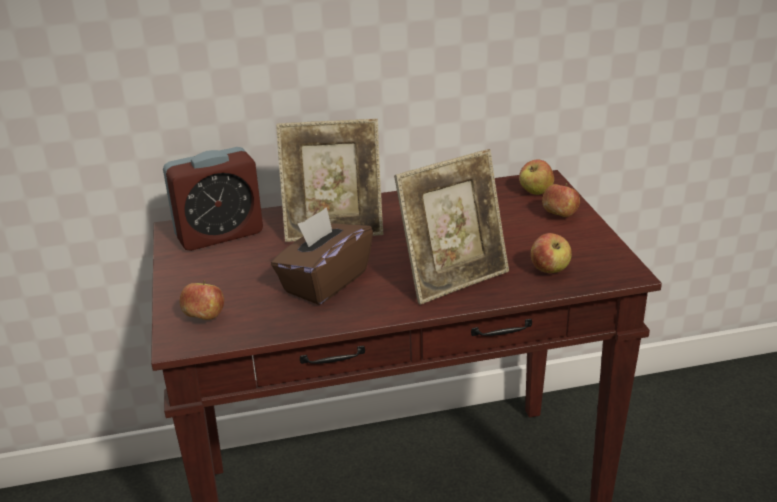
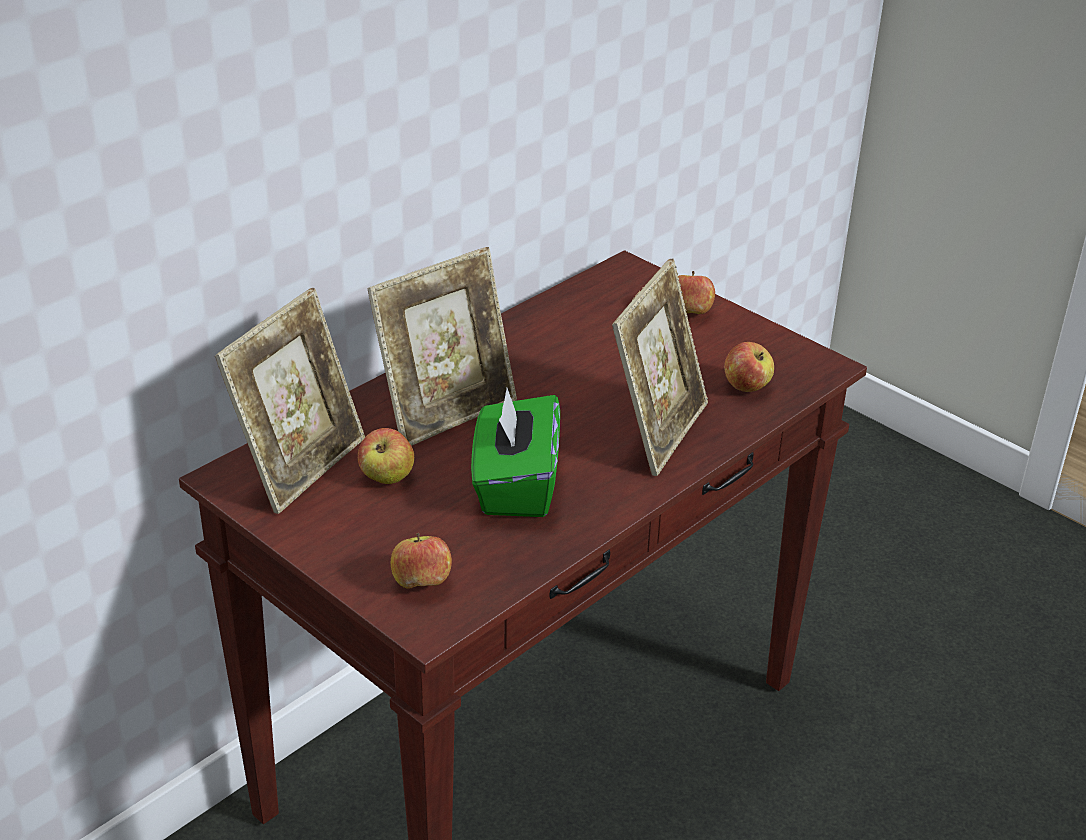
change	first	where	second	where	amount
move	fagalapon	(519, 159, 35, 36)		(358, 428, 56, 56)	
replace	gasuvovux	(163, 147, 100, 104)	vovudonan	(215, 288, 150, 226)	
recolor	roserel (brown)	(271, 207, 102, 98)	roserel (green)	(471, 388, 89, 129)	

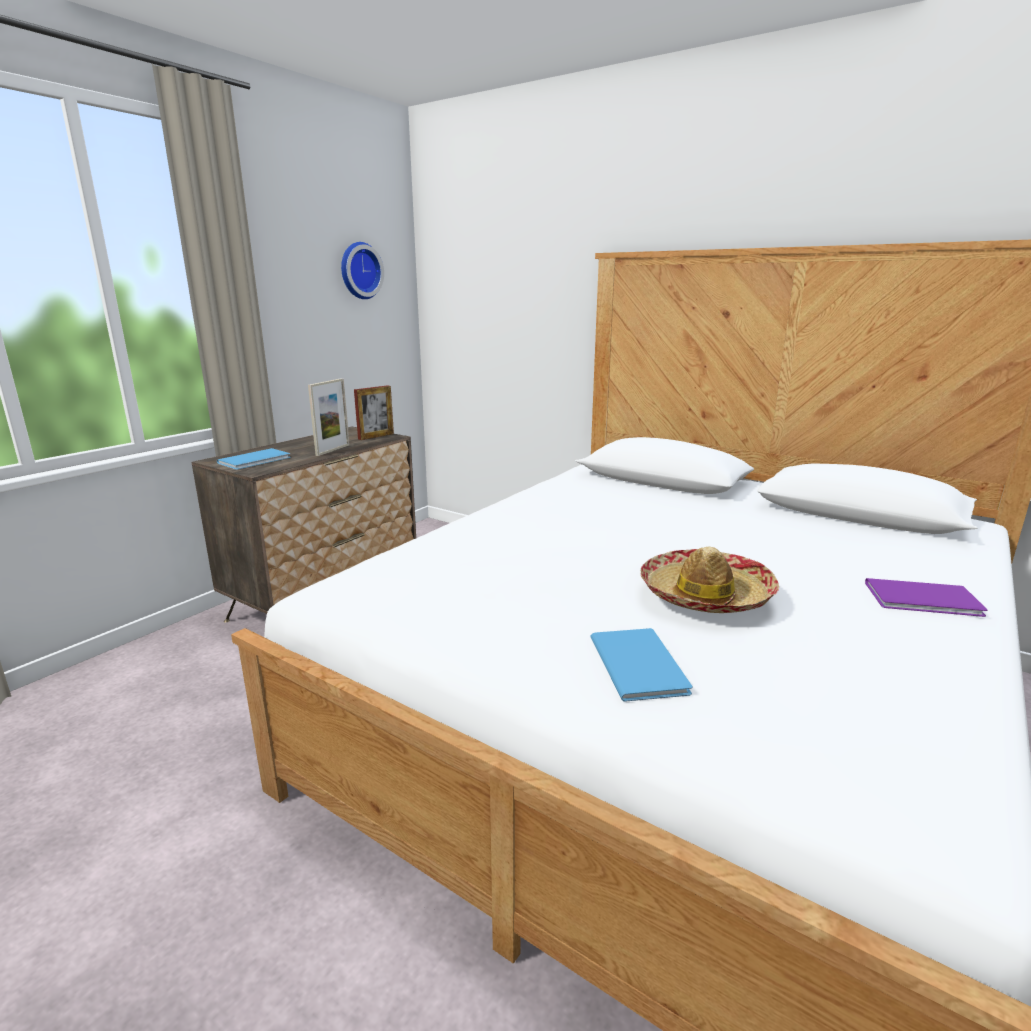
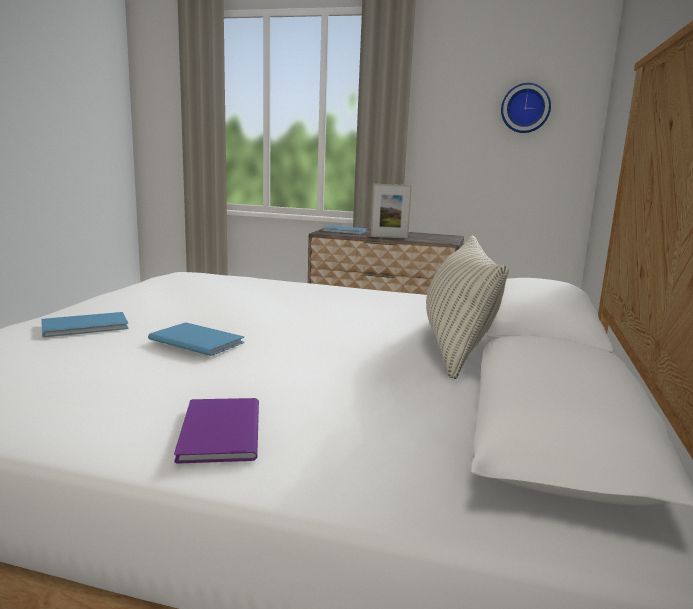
change	first	where	second	where	amount
delete	vovudonan	(354, 385, 40, 55)			
insert			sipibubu	(426, 235, 83, 144)	
replace	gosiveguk	(641, 547, 138, 66)	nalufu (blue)	(148, 323, 96, 33)	

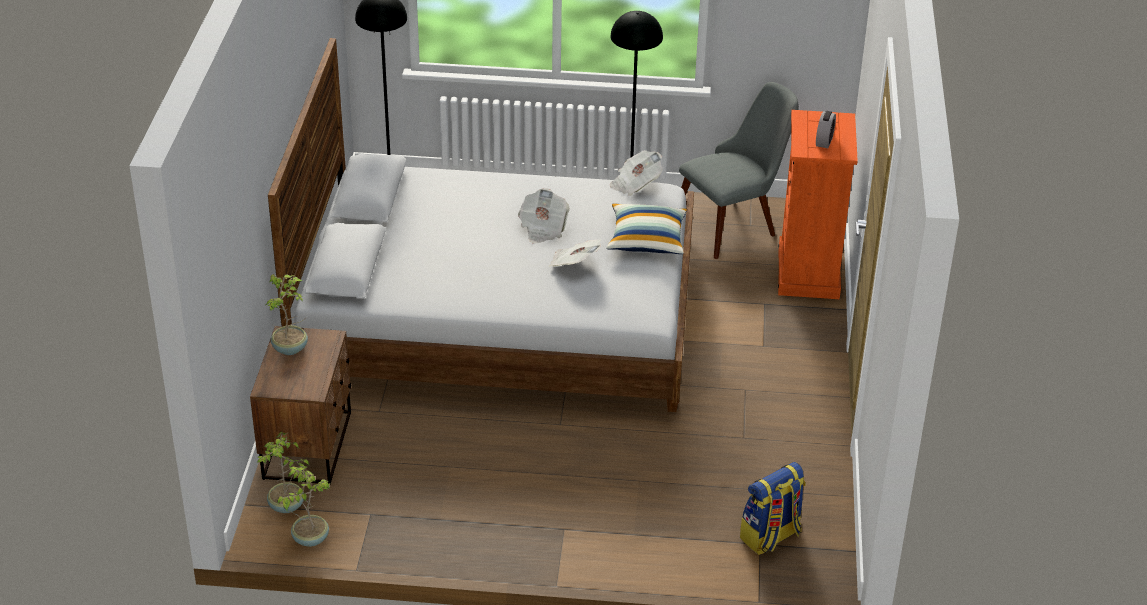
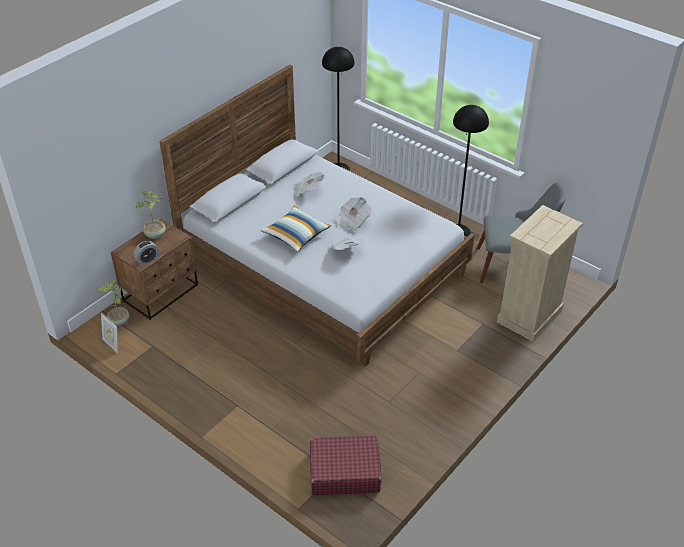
change	first	where	second	where	amount
move	sipibubu	(606, 203, 81, 51)		(260, 206, 71, 46)	
move	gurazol	(610, 150, 53, 46)		(293, 172, 32, 24)	
move	gasuvovux	(816, 111, 20, 37)		(134, 241, 25, 24)	
replace	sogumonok	(277, 466, 53, 81)	vovudonan	(101, 313, 17, 40)	
replace	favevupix	(740, 462, 66, 93)	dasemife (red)	(310, 436, 72, 59)	
recolor	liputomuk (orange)	(778, 110, 80, 189)	liputomuk (beige)	(497, 205, 86, 137)	

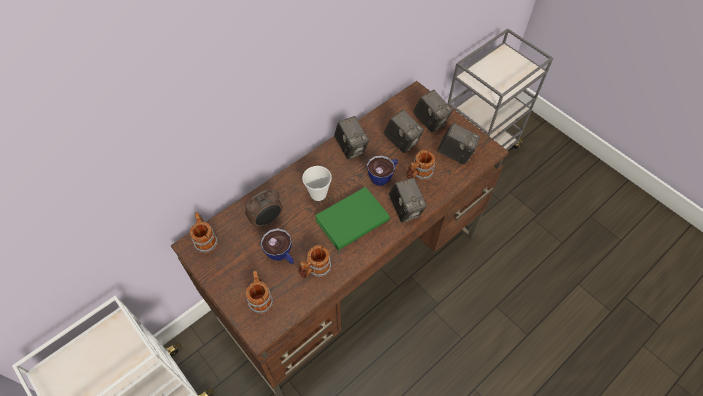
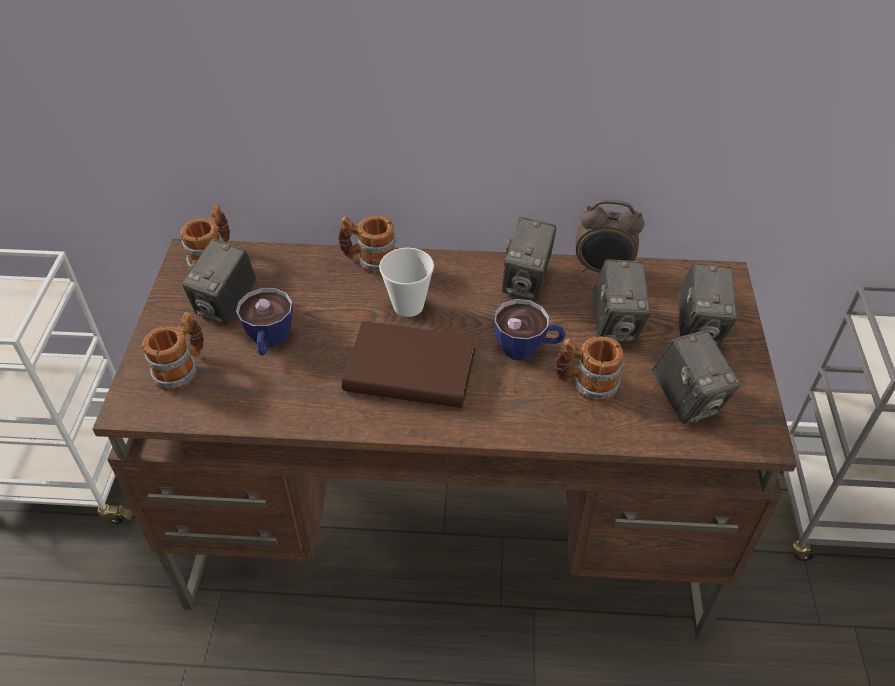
change	first	where	second	where	amount
move	gasuvovux	(245, 189, 38, 40)		(575, 200, 70, 73)	
move	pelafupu	(299, 245, 32, 33)		(338, 216, 59, 58)	
move	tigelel	(389, 177, 38, 46)		(182, 238, 74, 87)	
recolor	nalufu (green)	(315, 187, 75, 63)	nalufu (brown)	(342, 321, 134, 87)	

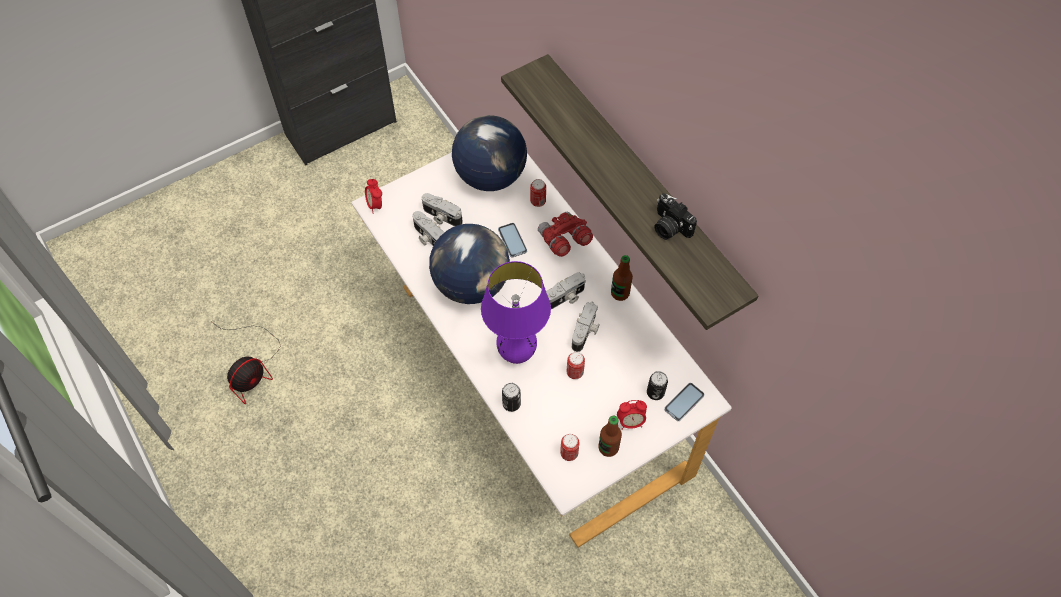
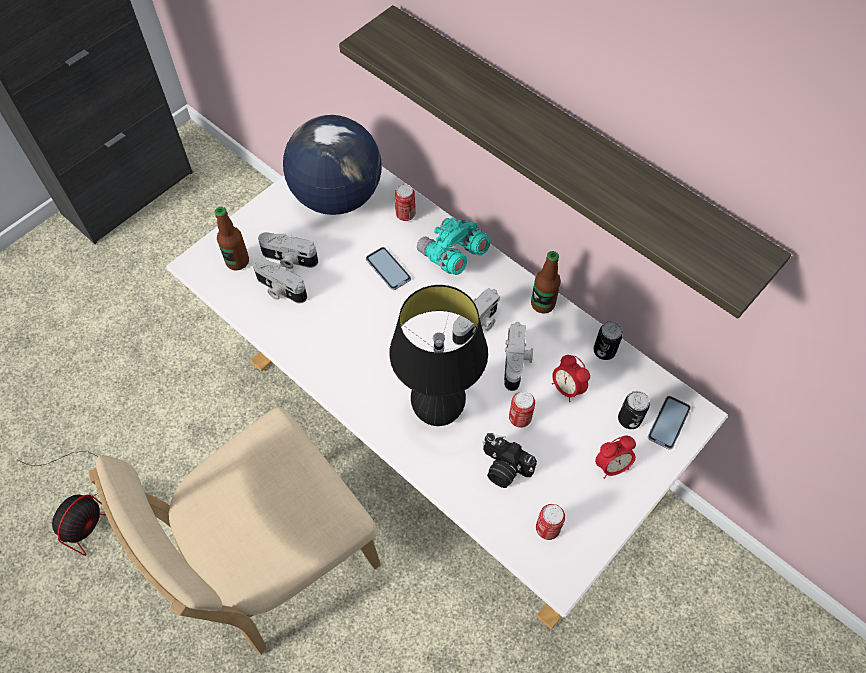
change	first	where	second	where	amount
delete	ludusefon	(429, 224, 81, 80)			
insert			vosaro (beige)	(89, 407, 292, 248)	
move	gasuvovux	(365, 179, 17, 32)		(552, 355, 38, 47)	
move	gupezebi	(502, 383, 19, 29)		(593, 321, 30, 39)	
move	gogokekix	(598, 416, 24, 41)		(215, 207, 34, 63)	
move	tigelel	(654, 193, 43, 47)		(482, 433, 55, 55)	
recolor	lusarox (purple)	(481, 261, 70, 103)	lusarox (black)	(389, 285, 99, 141)	
recolor	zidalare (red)	(538, 212, 55, 45)	zidalare (turquoise)	(417, 217, 73, 58)	

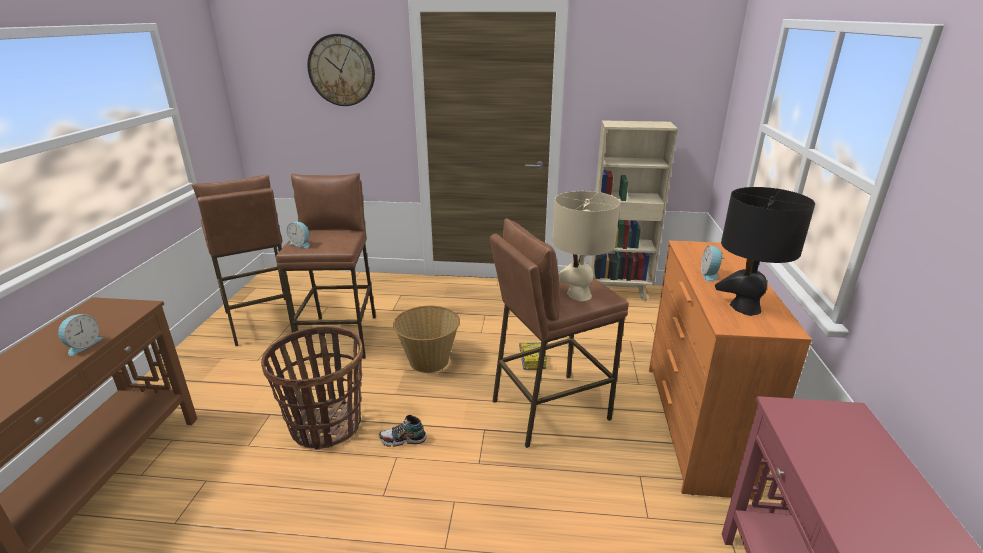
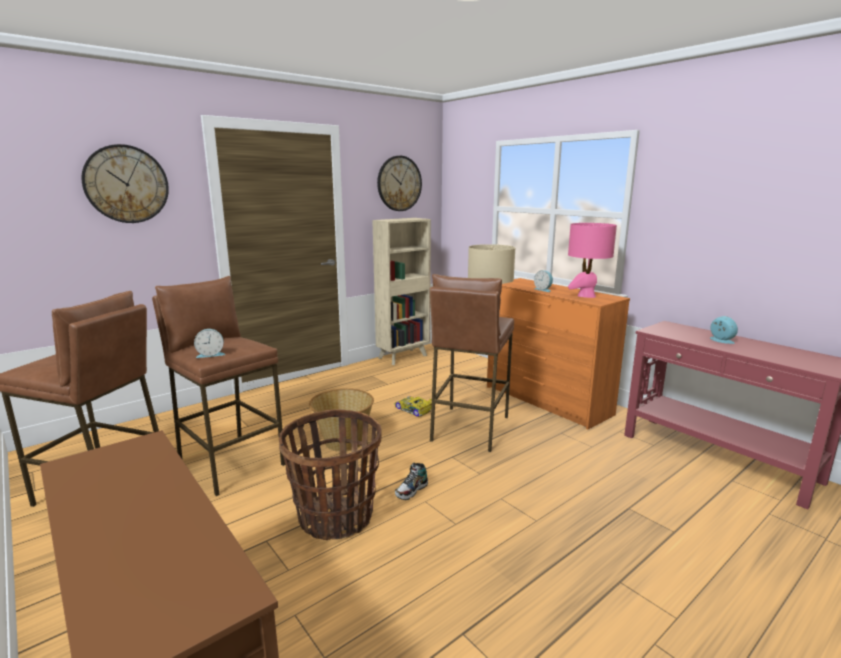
change	first	where	second	where	amount
insert			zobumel	(377, 156, 45, 55)	
move	gasuvovux	(58, 314, 45, 42)		(710, 316, 28, 28)	
recolor	lusarox (black)	(715, 187, 100, 129)	lusarox (pink)	(568, 223, 49, 75)	

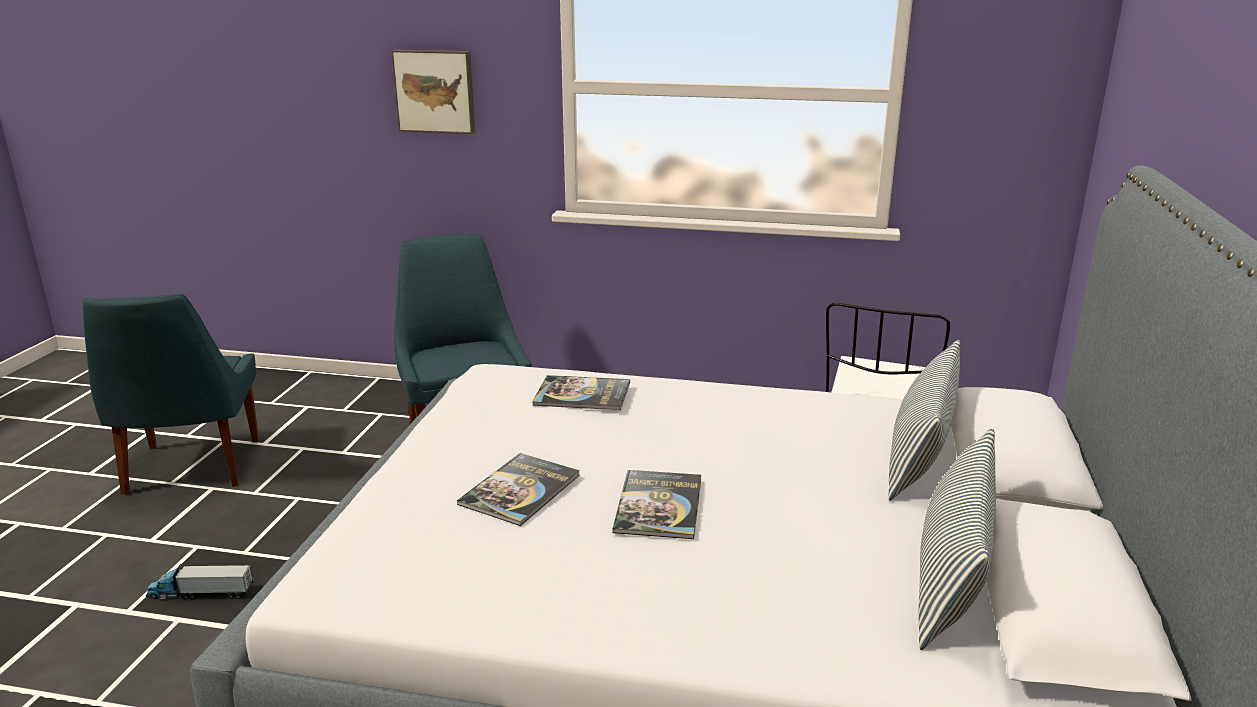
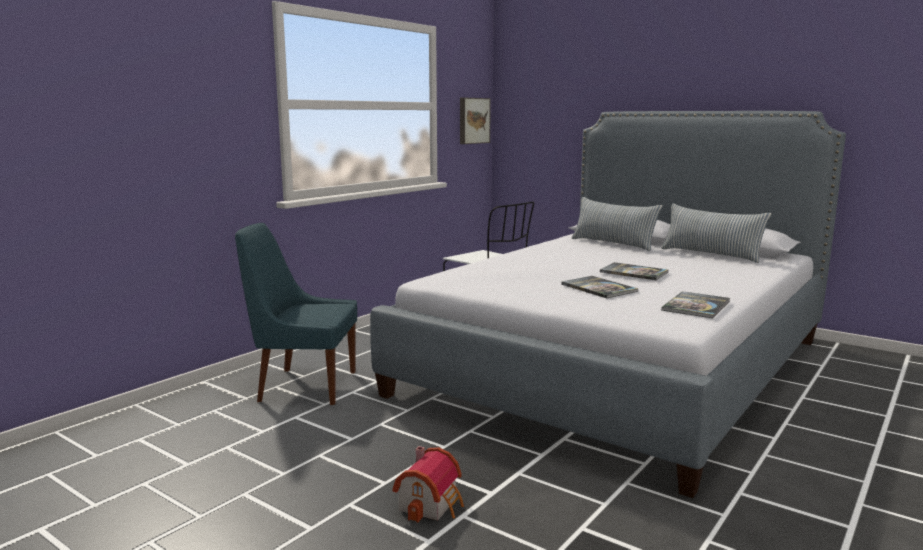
change	first	where	second	where	amount
delete	vosaro (blue)	(83, 294, 176, 201)			
move	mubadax	(391, 50, 84, 84)		(460, 98, 31, 46)	
move	nalufu	(532, 375, 98, 35)		(661, 291, 69, 27)	
replace	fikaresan	(146, 564, 108, 36)	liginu	(392, 446, 72, 77)	

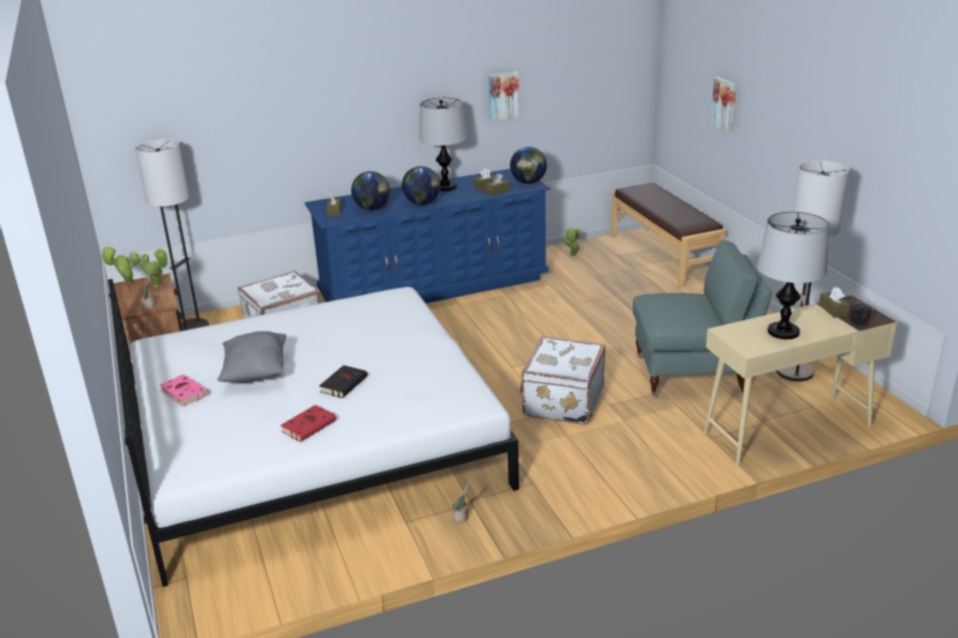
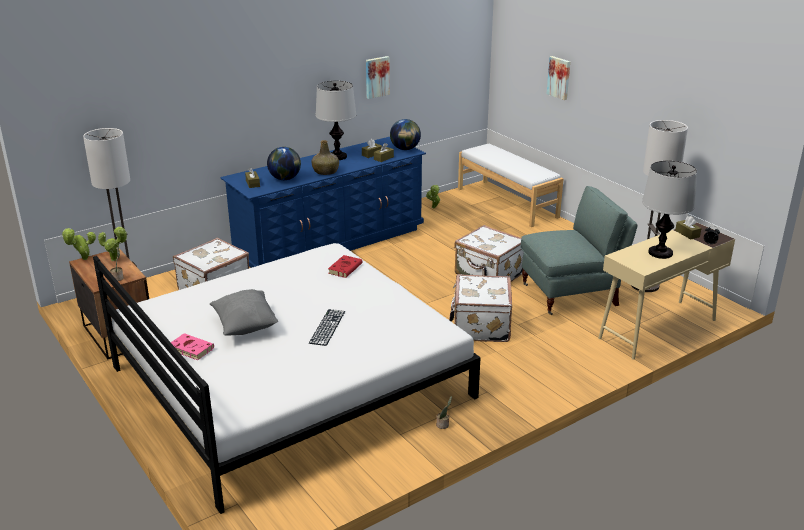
change	first	where	second	where	amount
insert			dasemife (white)	(454, 225, 70, 57)	
move	nalufu (red)	(280, 405, 56, 37)		(328, 255, 35, 23)	
replace	nalufu (black)	(319, 365, 49, 33)	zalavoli	(309, 309, 36, 37)	
replace	ludusefon	(402, 166, 38, 39)	gogokekix (green)	(311, 140, 28, 35)	
recolor	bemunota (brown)	(611, 183, 115, 105)	bemunota (white)	(458, 144, 106, 83)	

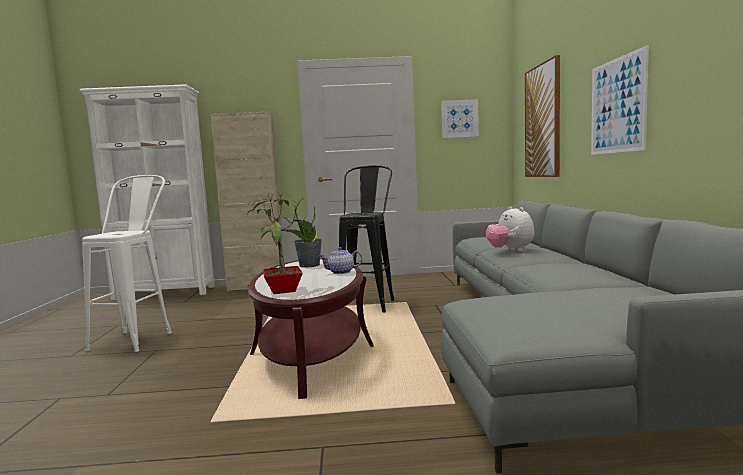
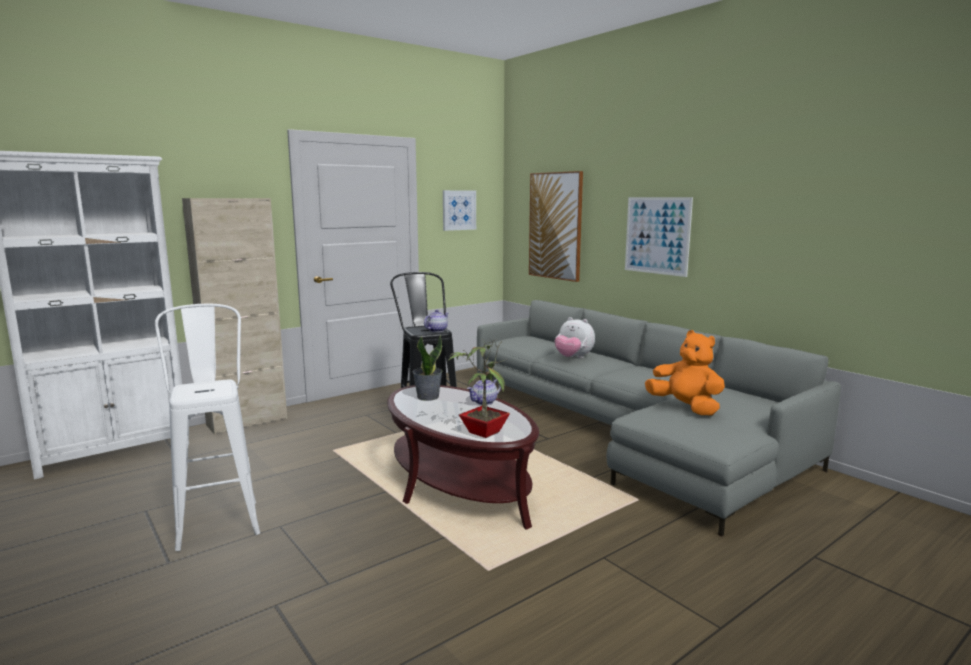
change	first	where	second	where	amount
insert			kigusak	(424, 310, 24, 22)	
insert			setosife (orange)	(645, 330, 80, 85)	

